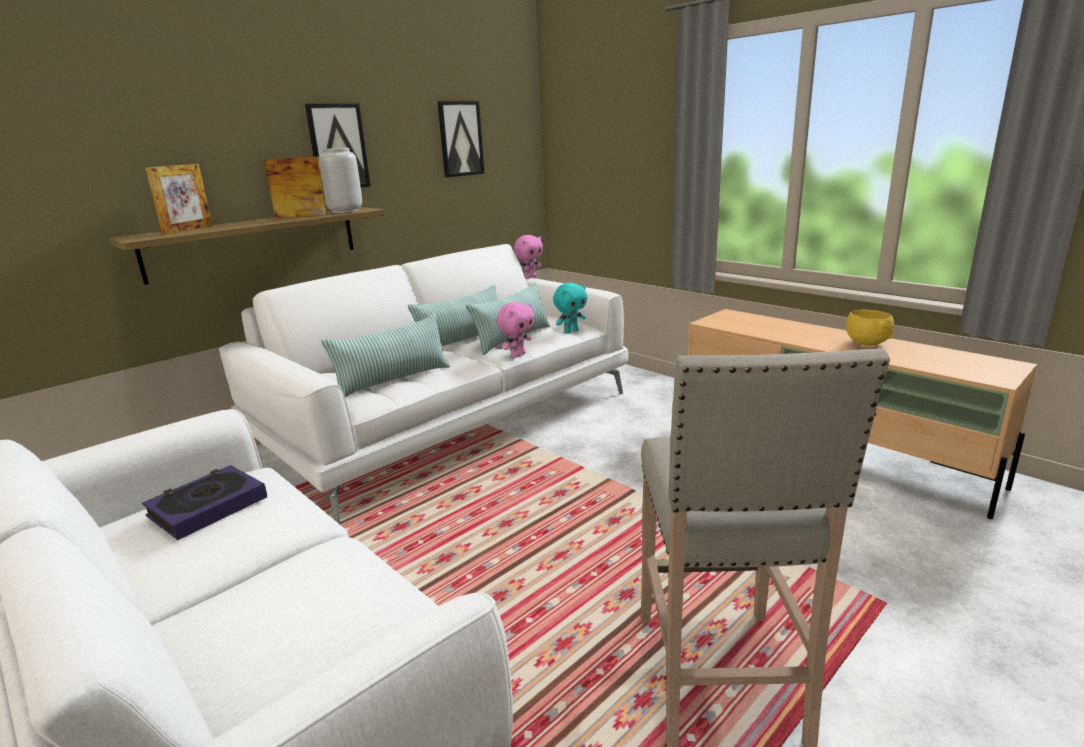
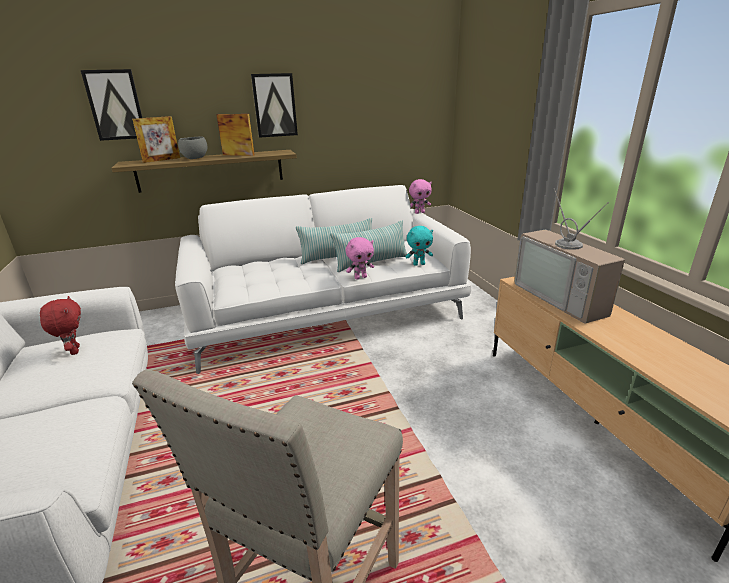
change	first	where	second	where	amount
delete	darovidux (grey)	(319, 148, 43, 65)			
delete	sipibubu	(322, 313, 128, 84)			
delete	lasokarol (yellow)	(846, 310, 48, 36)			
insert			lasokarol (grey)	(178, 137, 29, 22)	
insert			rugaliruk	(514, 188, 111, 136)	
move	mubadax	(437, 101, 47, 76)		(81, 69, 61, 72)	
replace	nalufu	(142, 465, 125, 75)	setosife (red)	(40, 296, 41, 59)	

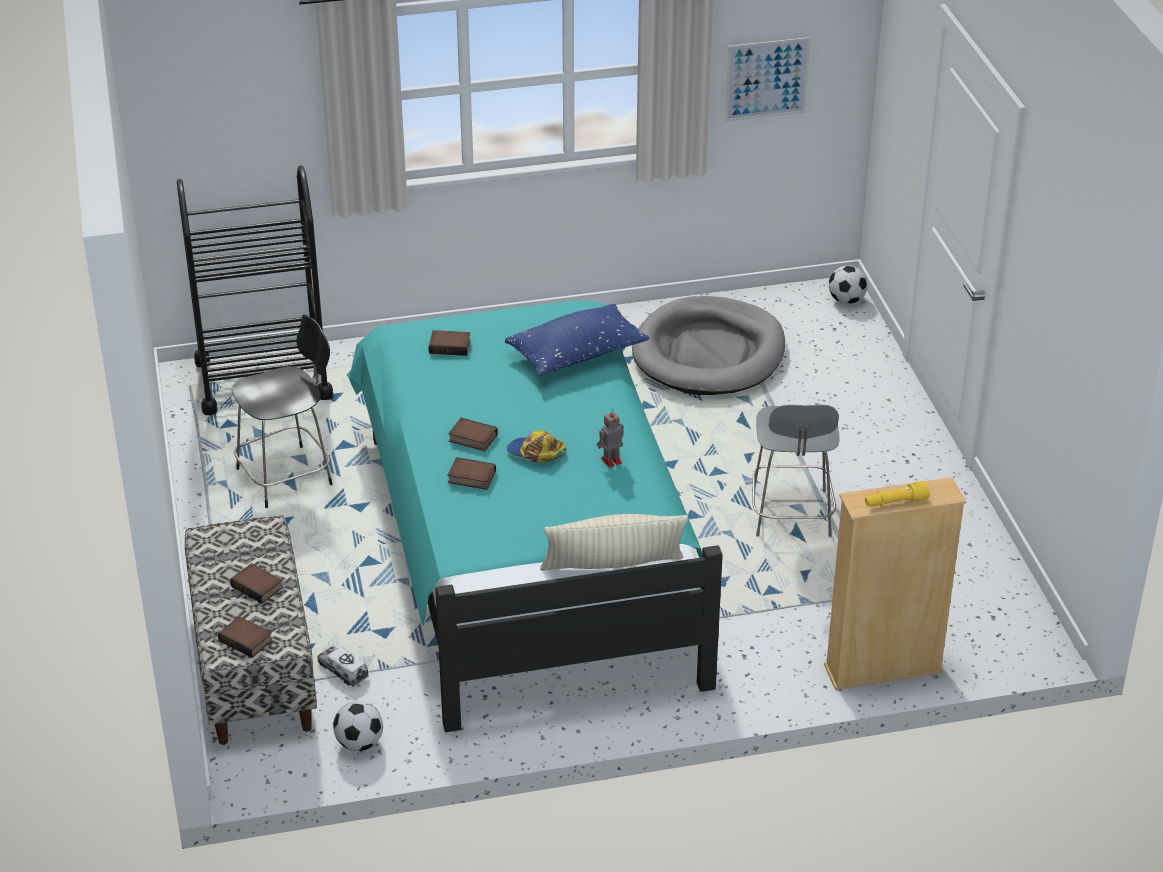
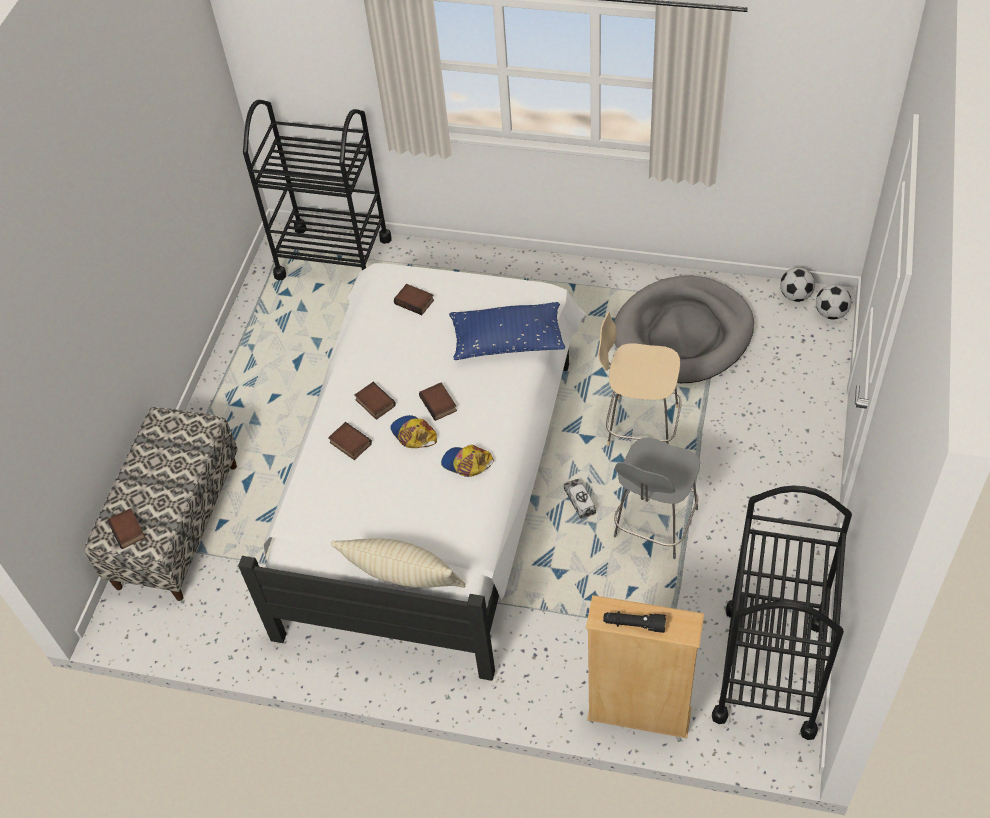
change	first	where	second	where	amount
delete	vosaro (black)	(232, 314, 101, 194)			
delete	mubadax	(725, 37, 86, 85)			
insert			vosaro (beige)	(598, 312, 84, 134)	
insert			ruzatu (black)	(712, 485, 140, 255)	
move	nalufu	(230, 563, 53, 41)		(419, 383, 38, 38)	
move	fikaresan	(317, 646, 52, 41)		(564, 479, 32, 40)	
move	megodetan	(333, 701, 50, 50)		(780, 267, 35, 35)	
replace	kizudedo	(597, 411, 27, 57)	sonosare	(441, 445, 53, 32)	
recolor	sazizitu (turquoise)	(347, 300, 376, 432)	sazizitu (white)	(238, 263, 349, 418)	
recolor	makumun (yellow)	(865, 481, 65, 26)	makumun (black)	(603, 611, 63, 22)	

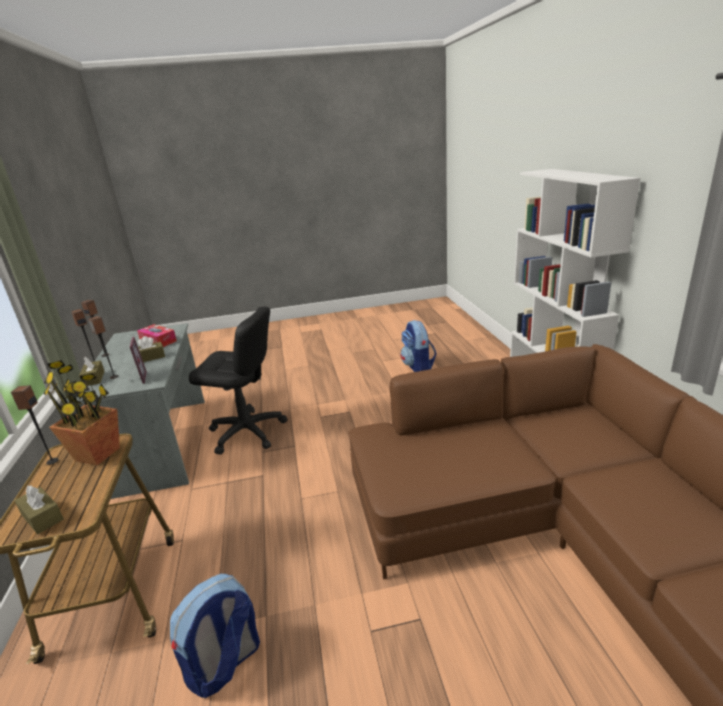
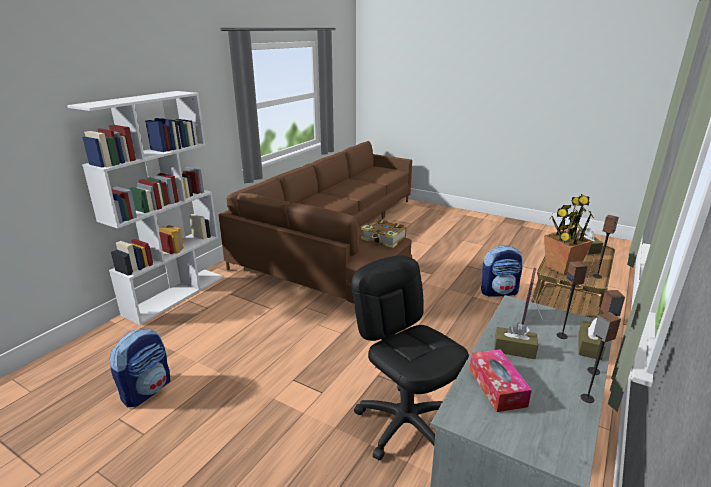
change	first	where	second	where	amount
insert			nalufu	(361, 219, 46, 29)	

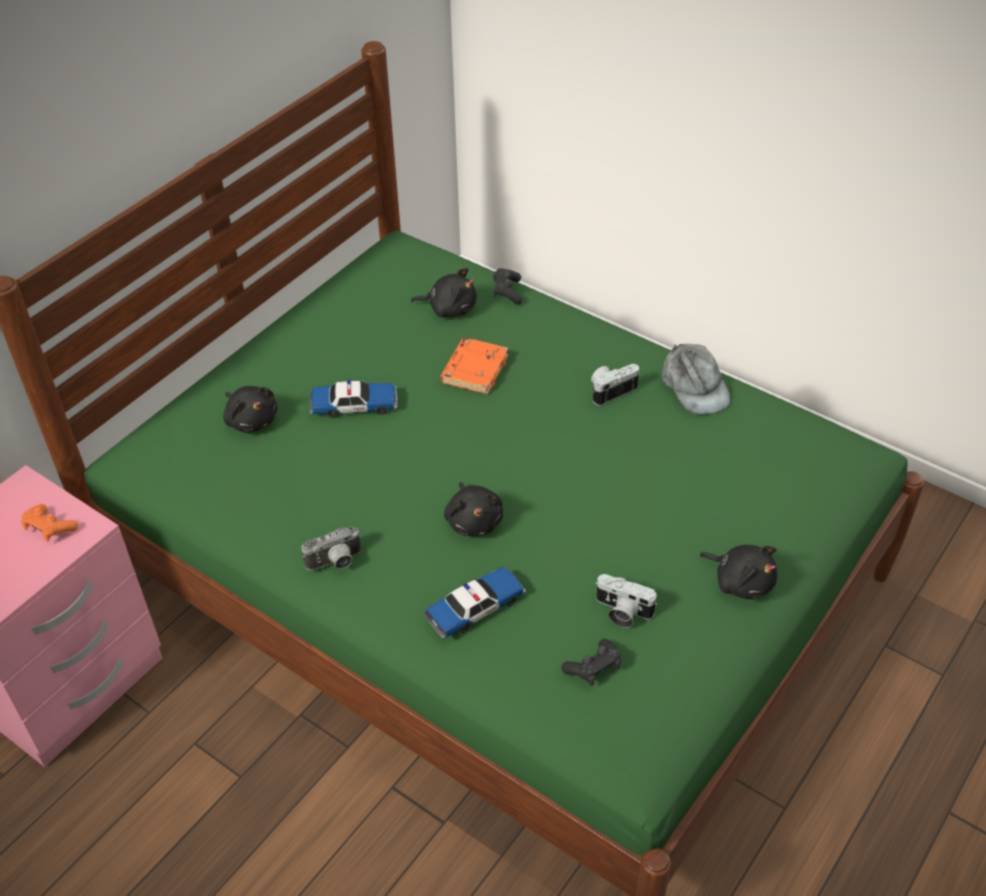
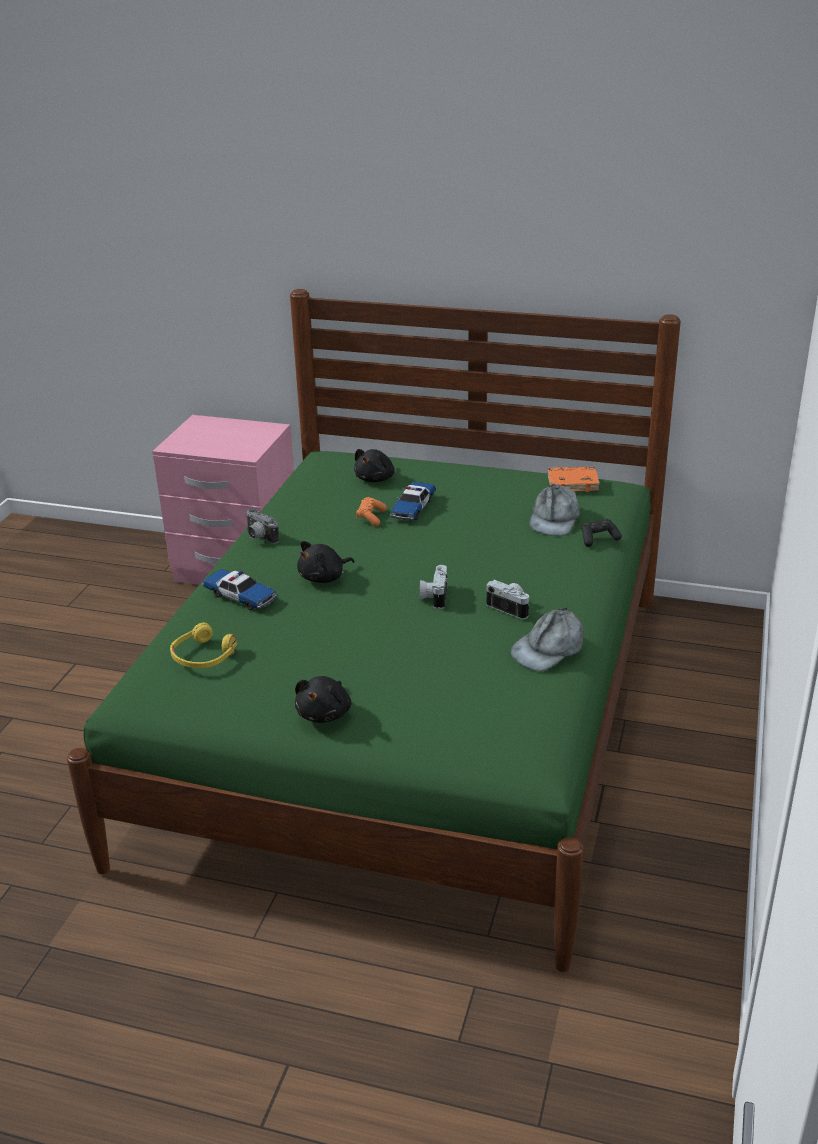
change	first	where	second	where	amount
move	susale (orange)	(21, 504, 57, 38)		(356, 497, 31, 29)	
move	nalufu (orange)	(440, 338, 69, 56)		(548, 467, 52, 25)	
move	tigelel	(595, 574, 62, 54)		(419, 565, 28, 44)	
replace	setosife (black)	(411, 268, 66, 50)	sonosare (grey)	(530, 484, 50, 52)	
replace	susale (black)	(561, 639, 60, 47)	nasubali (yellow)	(170, 622, 67, 46)	
rotate	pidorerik	(310, 379, 88, 39)		(390, 482, 46, 39)	45 degrees clockwise

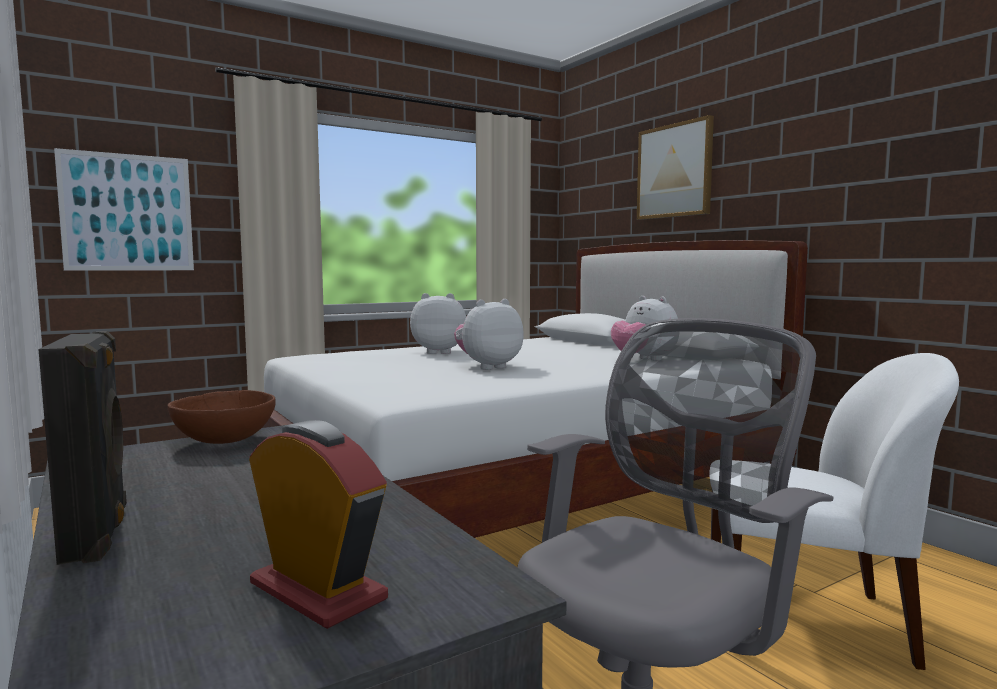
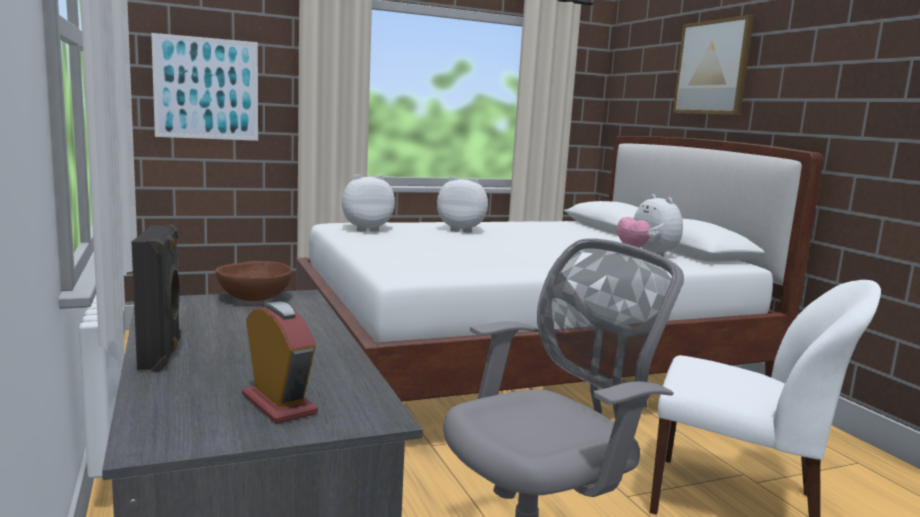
change	first	where	second	where	amount
move	setosife	(454, 299, 69, 71)		(342, 174, 53, 58)	

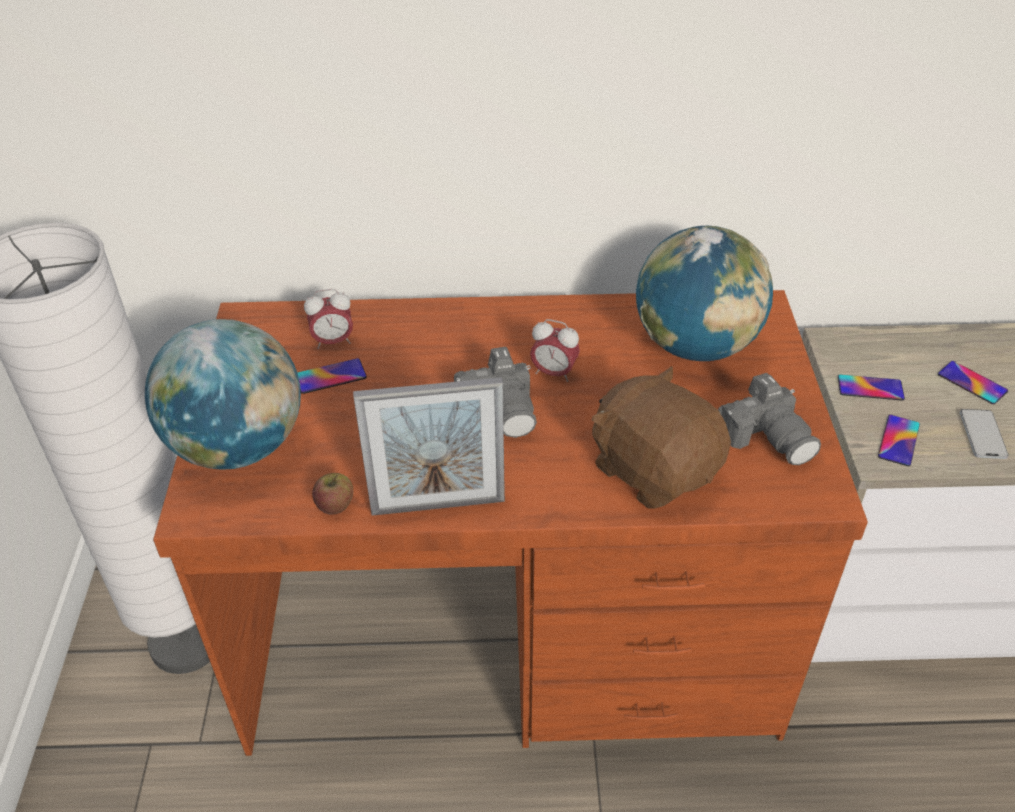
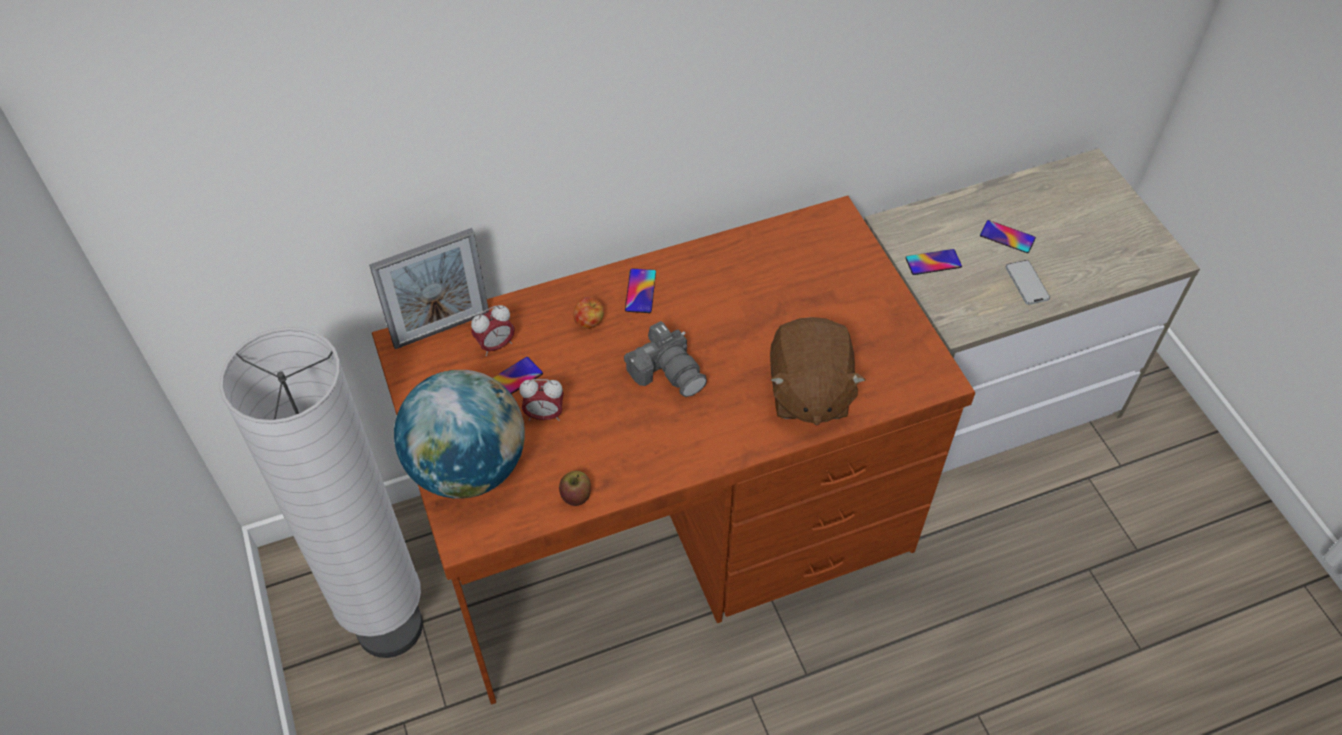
change	first	where	second	where	amount
delete	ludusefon	(636, 226, 137, 135)			
delete	tigelel	(718, 373, 103, 92)			
insert			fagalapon	(574, 297, 30, 32)	
move	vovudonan	(353, 377, 152, 139)		(369, 228, 120, 121)	
move	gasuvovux	(530, 319, 50, 63)		(519, 379, 45, 42)	
move	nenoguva	(878, 415, 42, 51)		(625, 269, 31, 44)	
rotate	setosife (brown)	(592, 366, 139, 143)		(770, 317, 95, 108)	120 degrees counterclockwise

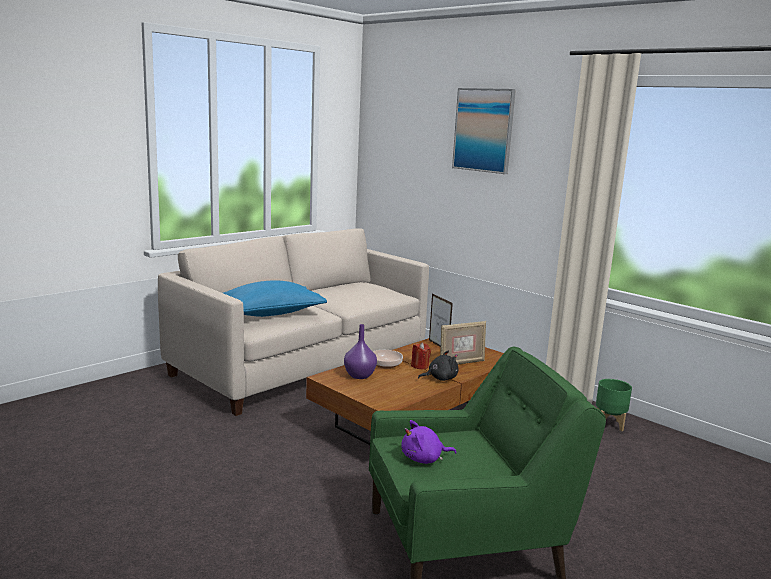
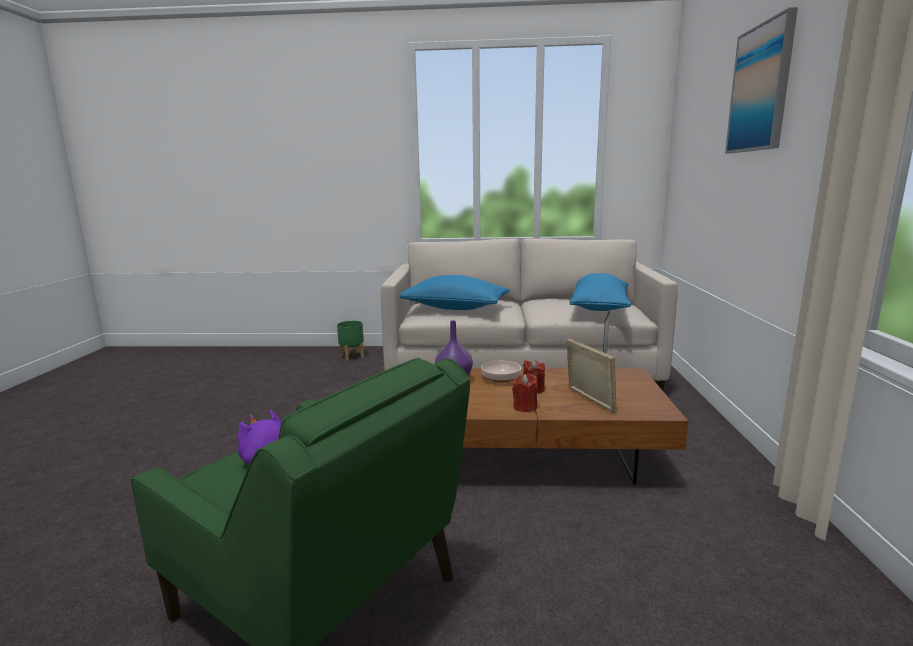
change	first	where	second	where	amount
insert			sipibubu (blue)	(570, 273, 62, 38)	
move	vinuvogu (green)	(596, 379, 36, 52)		(337, 321, 27, 40)	
replace	setosife (black)	(418, 351, 40, 30)	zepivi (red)	(512, 374, 25, 38)	
rotate	vovudonan	(440, 321, 46, 43)		(567, 338, 50, 76)	135 degrees counterclockwise

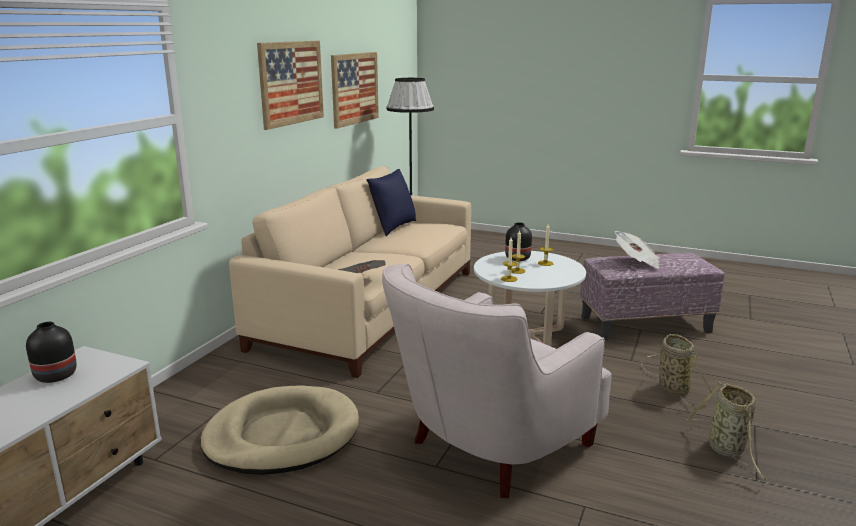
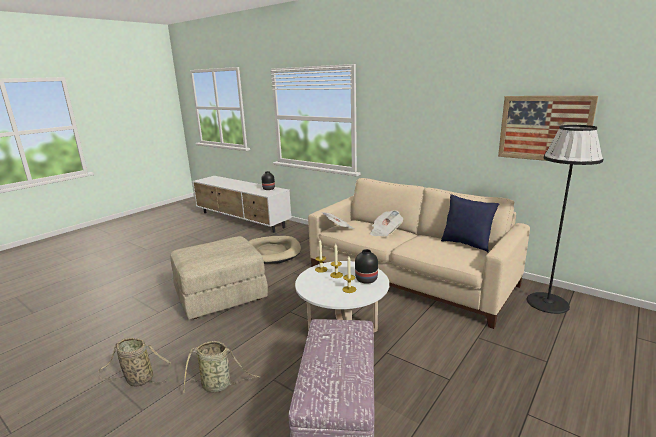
change	first	where	second	where	amount
delete	mubadax	(257, 41, 67, 89)			
move	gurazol	(615, 231, 45, 38)		(370, 210, 33, 27)	
replace	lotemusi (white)	(382, 263, 230, 235)	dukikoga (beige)	(170, 236, 98, 84)	

